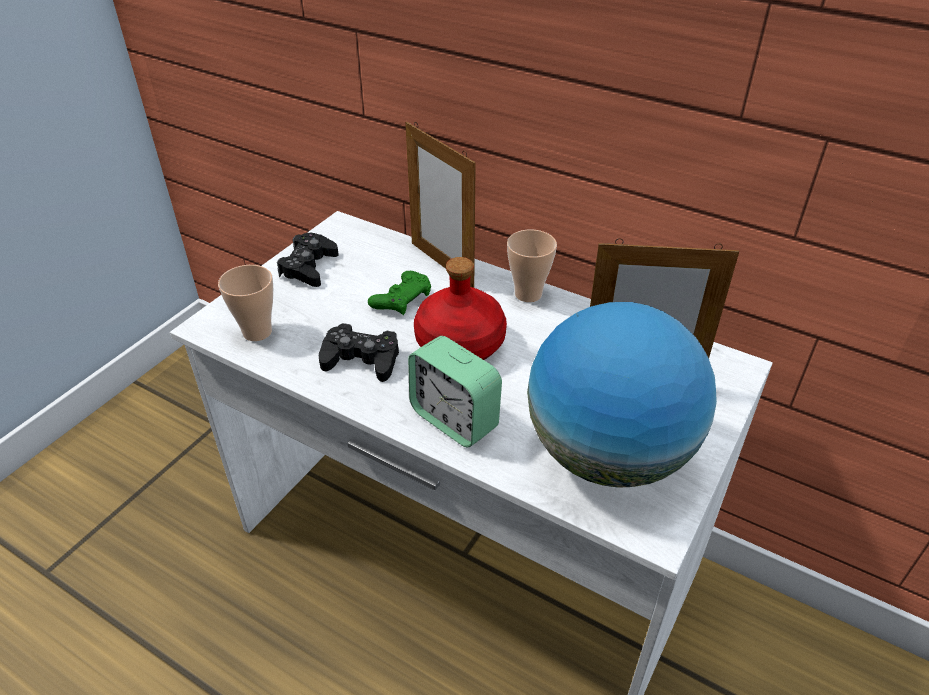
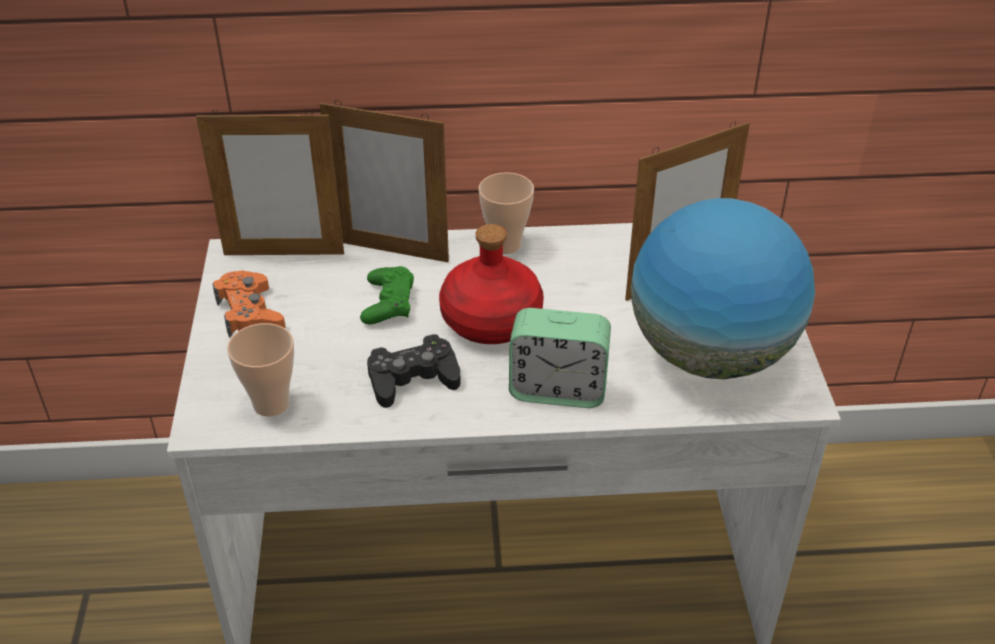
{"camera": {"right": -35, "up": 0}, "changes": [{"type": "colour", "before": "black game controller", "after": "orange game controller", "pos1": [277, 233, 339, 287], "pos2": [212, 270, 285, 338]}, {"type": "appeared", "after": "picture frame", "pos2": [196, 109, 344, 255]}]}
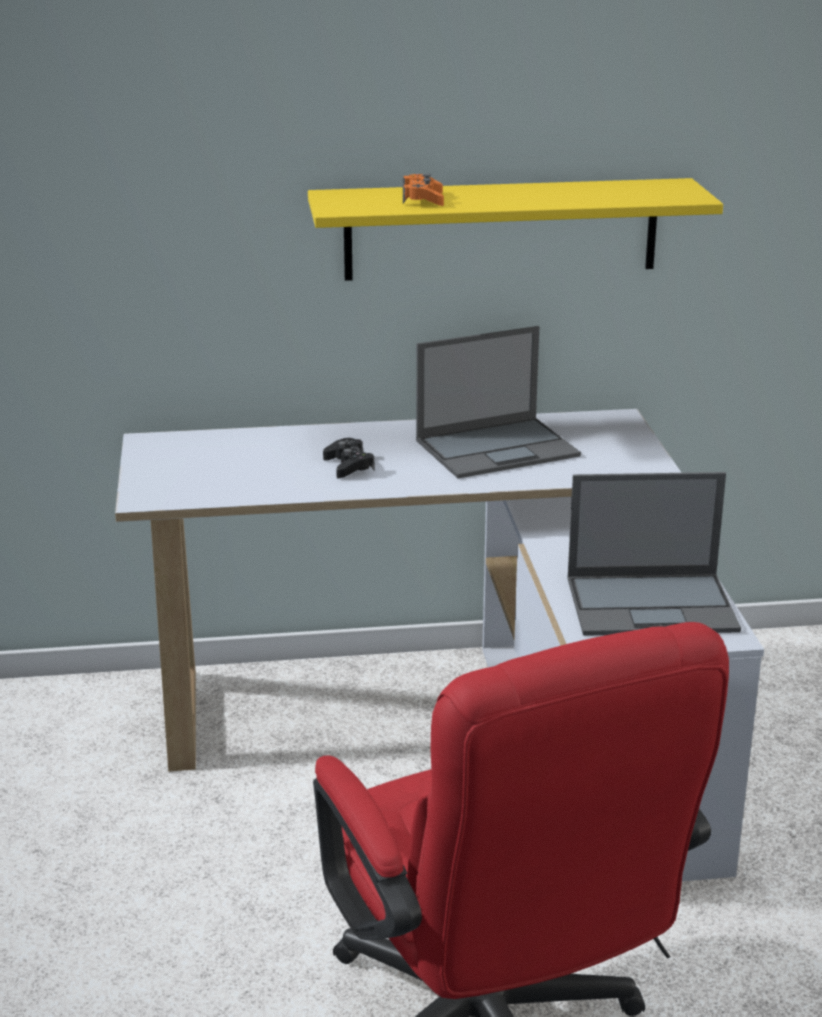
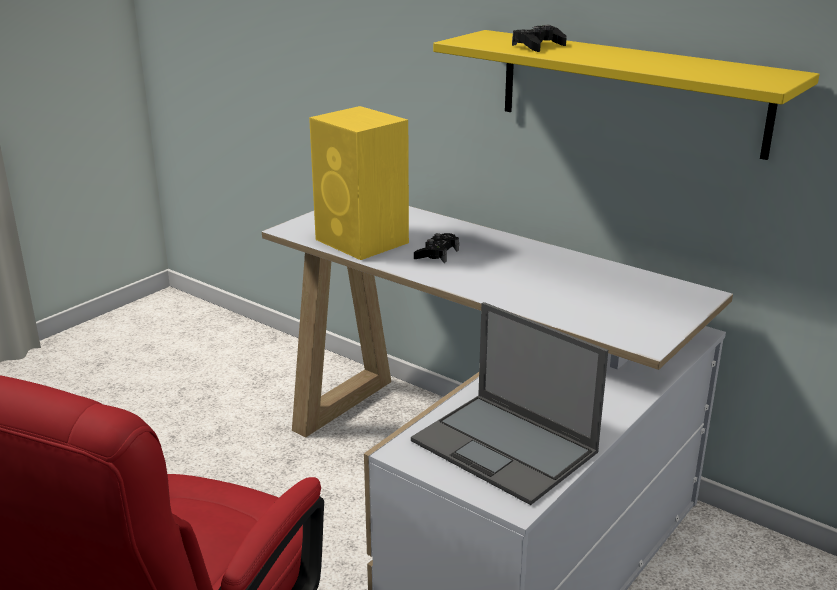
{"camera": {"right": 45, "up": 0}, "changes": [{"type": "colour", "before": "orange game controller", "after": "black game controller", "pos1": [403, 174, 444, 206], "pos2": [512, 25, 567, 52]}, {"type": "missing", "before": "laptop", "pos1": [416, 326, 581, 479]}, {"type": "appeared", "after": "yellow speaker", "pos2": [309, 106, 409, 260]}]}
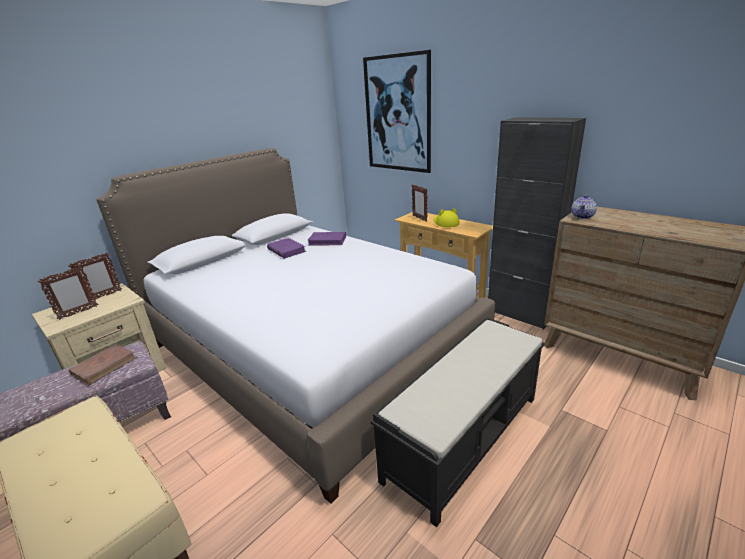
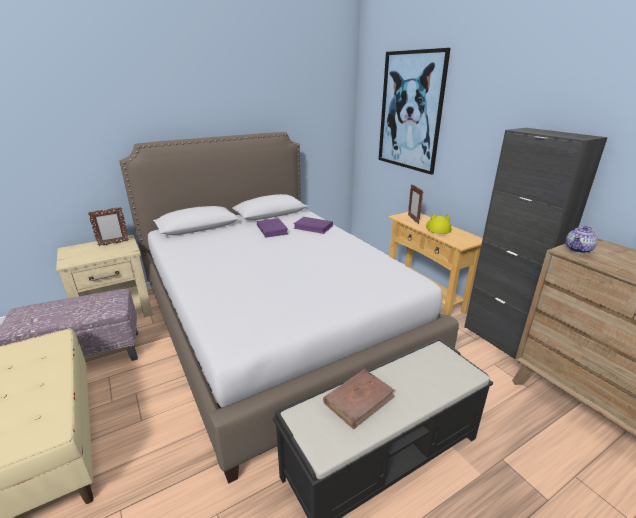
{"camera": {"right": 15, "up": 0}, "changes": [{"type": "missing", "before": "picture frame", "pos1": [38, 266, 98, 320]}, {"type": "relocated", "before": "brown book", "pos1": [68, 344, 137, 386], "pos2": [323, 369, 395, 429]}]}
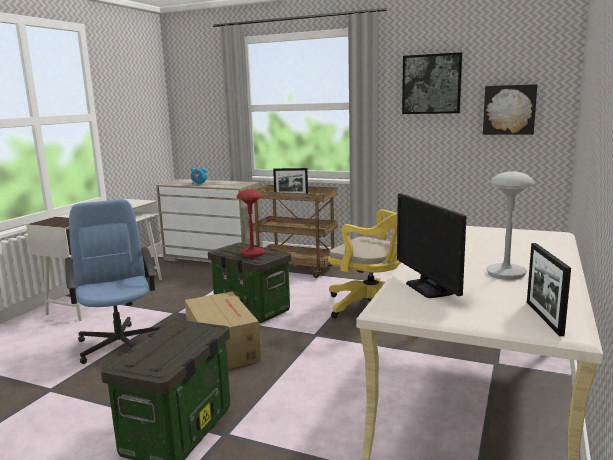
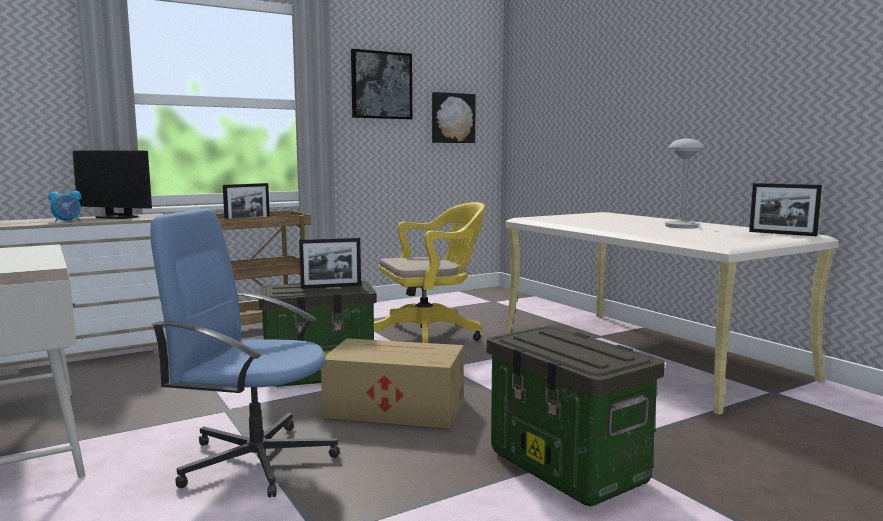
{"camera": {"right": -55, "up": -5}, "changes": [{"type": "exchanged", "before": "red table lamp", "after": "picture frame", "pos1": [236, 189, 265, 257], "pos2": [299, 238, 361, 289]}, {"type": "relocated", "before": "monitor", "pos1": [397, 193, 466, 298], "pos2": [72, 151, 152, 219]}]}
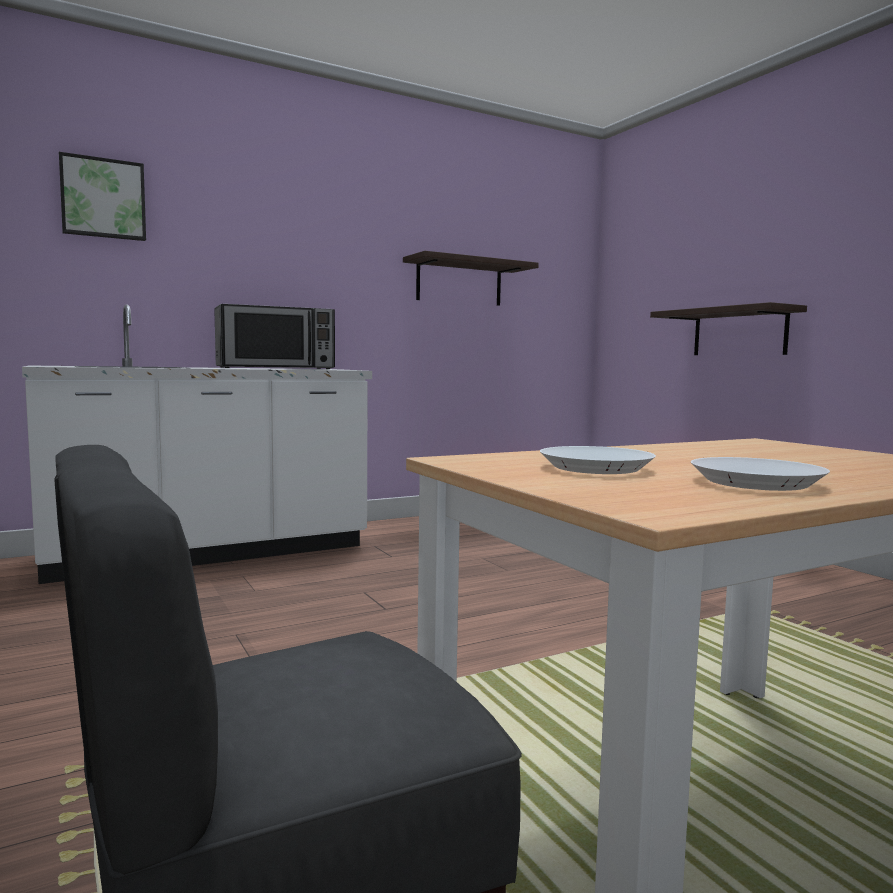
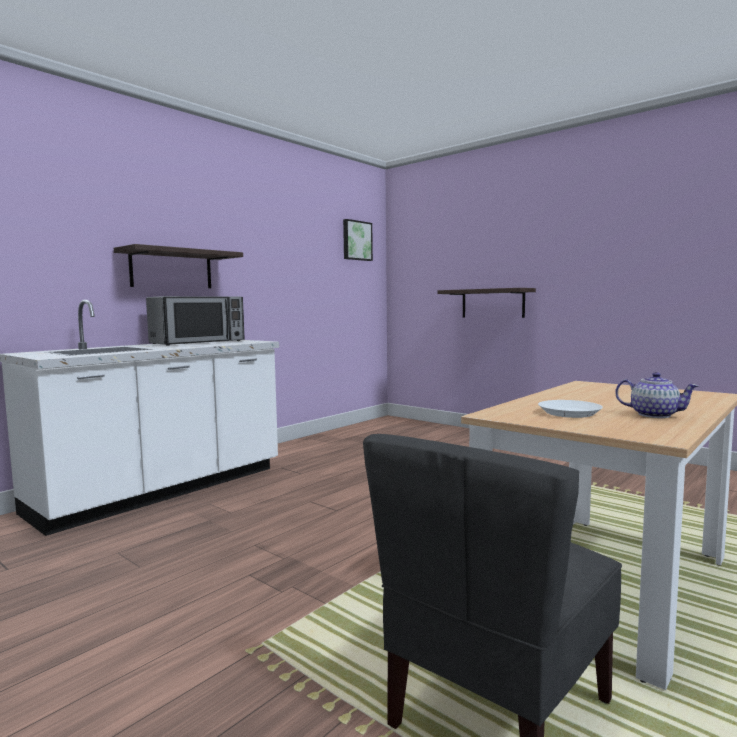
{"camera": {"right": -20, "up": 0}, "changes": [{"type": "relocated", "before": "picture", "pos1": [59, 152, 146, 241], "pos2": [343, 219, 373, 261]}, {"type": "relocated", "before": "shelf", "pos1": [403, 251, 539, 306], "pos2": [114, 244, 243, 288]}, {"type": "exchanged", "before": "white plate", "after": "teapot", "pos1": [691, 457, 830, 491], "pos2": [615, 372, 699, 418]}]}
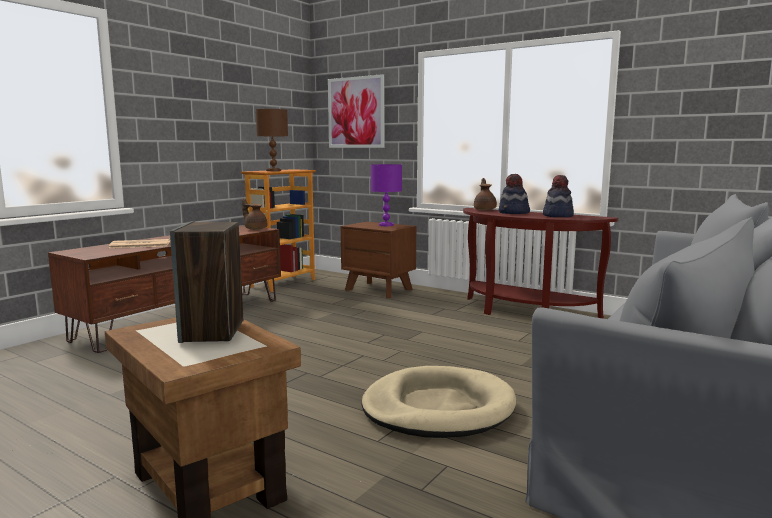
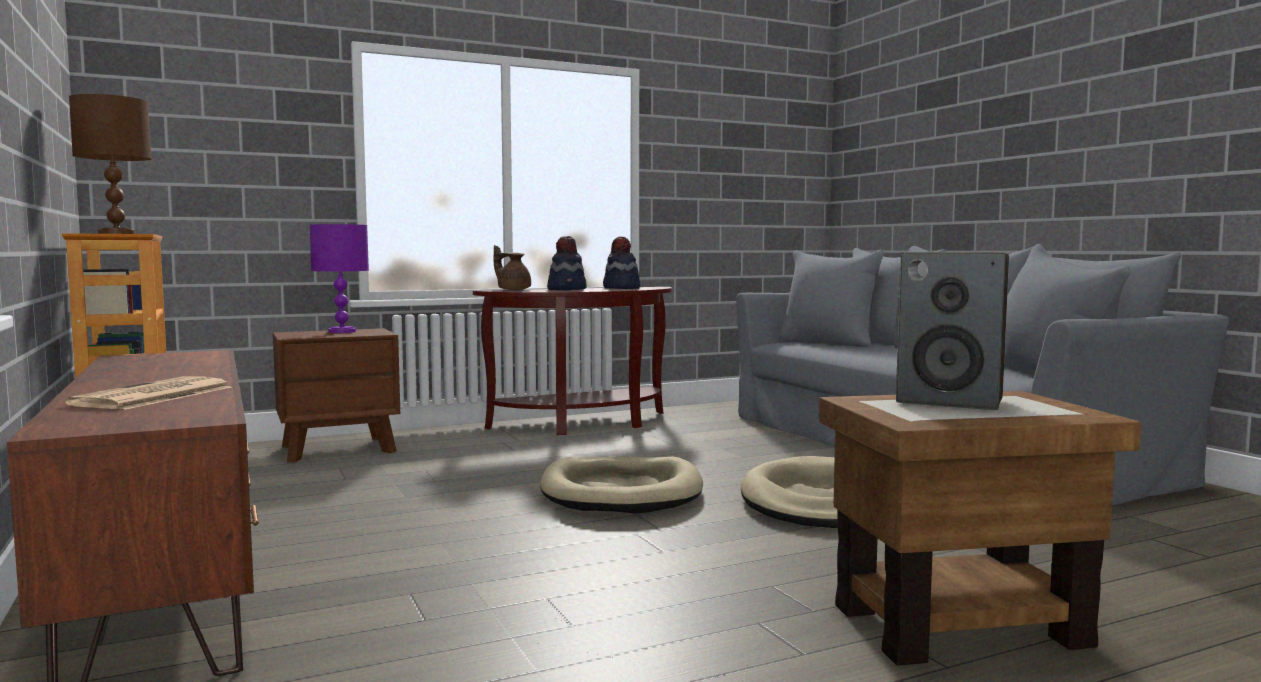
{"camera": {"right": -60, "up": -5}, "changes": [{"type": "missing", "before": "picture", "pos1": [328, 74, 384, 148]}, {"type": "missing", "before": "brown teapot", "pos1": [242, 198, 268, 230]}, {"type": "appeared", "after": "beige dog bed", "pos2": [540, 456, 703, 514]}]}
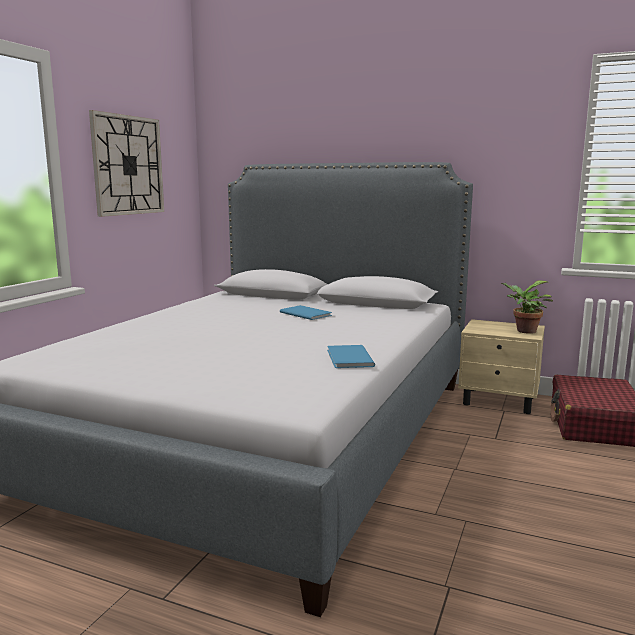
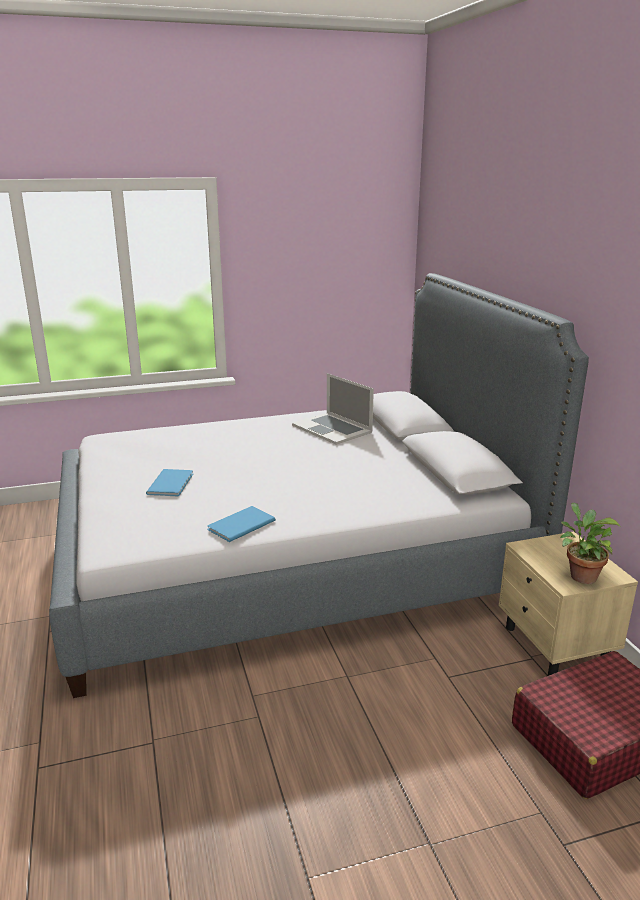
{"camera": {"right": 50, "up": 10}, "changes": [{"type": "missing", "before": "wall clock", "pos1": [89, 110, 164, 217]}, {"type": "relocated", "before": "blue book", "pos1": [280, 305, 332, 320], "pos2": [146, 469, 193, 496]}, {"type": "appeared", "after": "laptop", "pos2": [292, 373, 374, 445]}]}
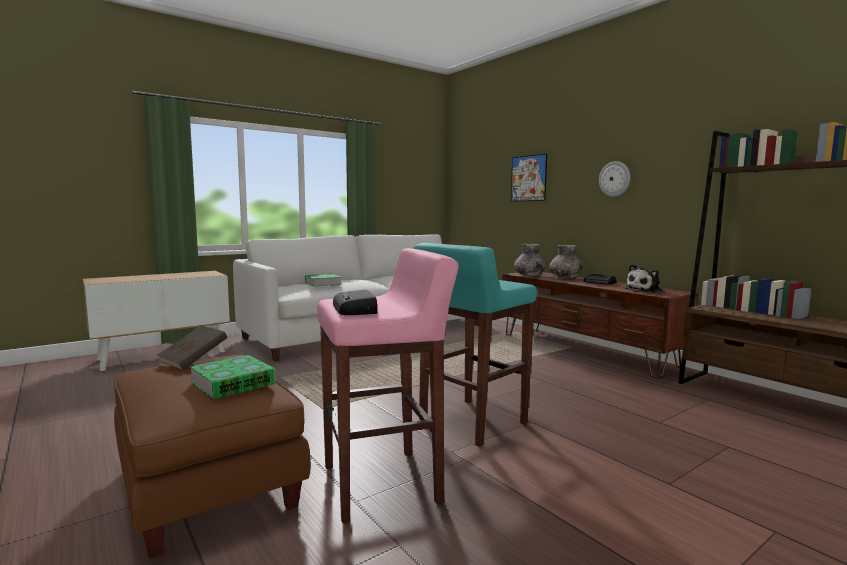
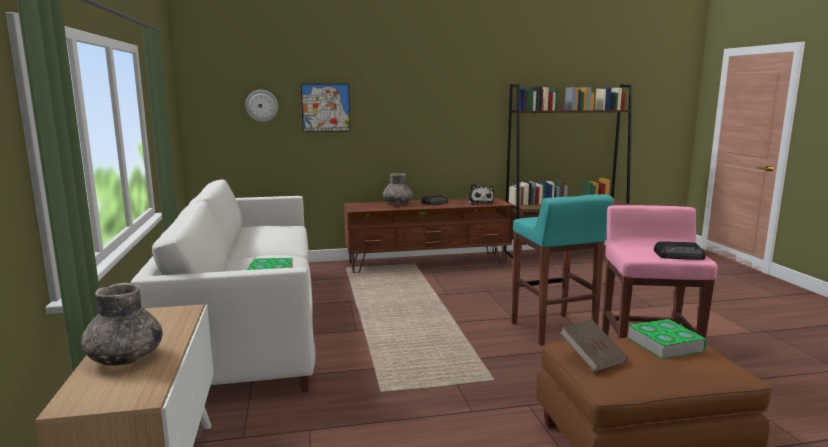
{"camera": {"right": -65, "up": 5}, "changes": [{"type": "relocated", "before": "wall clock", "pos1": [599, 161, 630, 197], "pos2": [245, 90, 278, 122]}, {"type": "relocated", "before": "grey vase", "pos1": [514, 244, 546, 276], "pos2": [81, 283, 163, 366]}]}
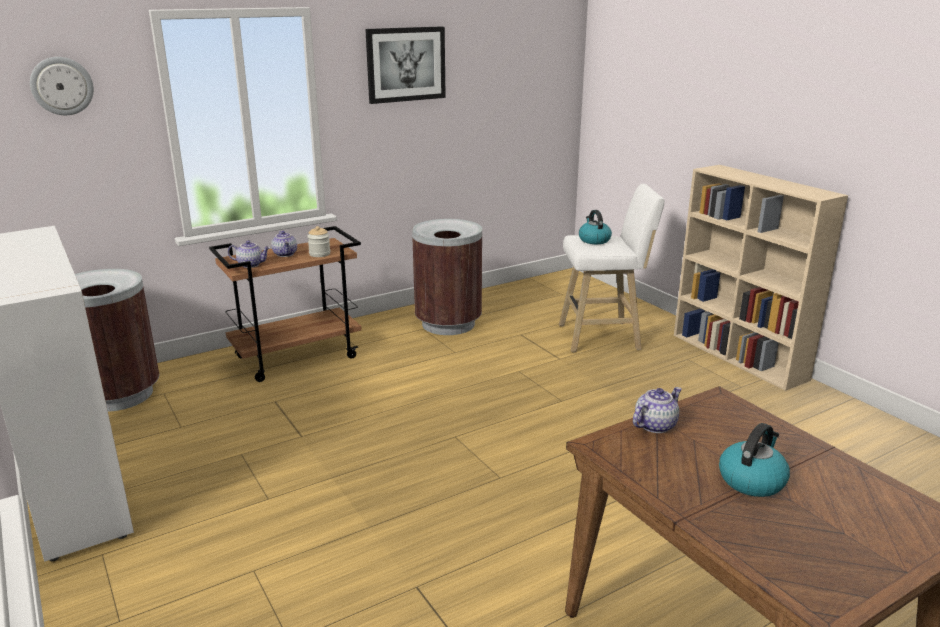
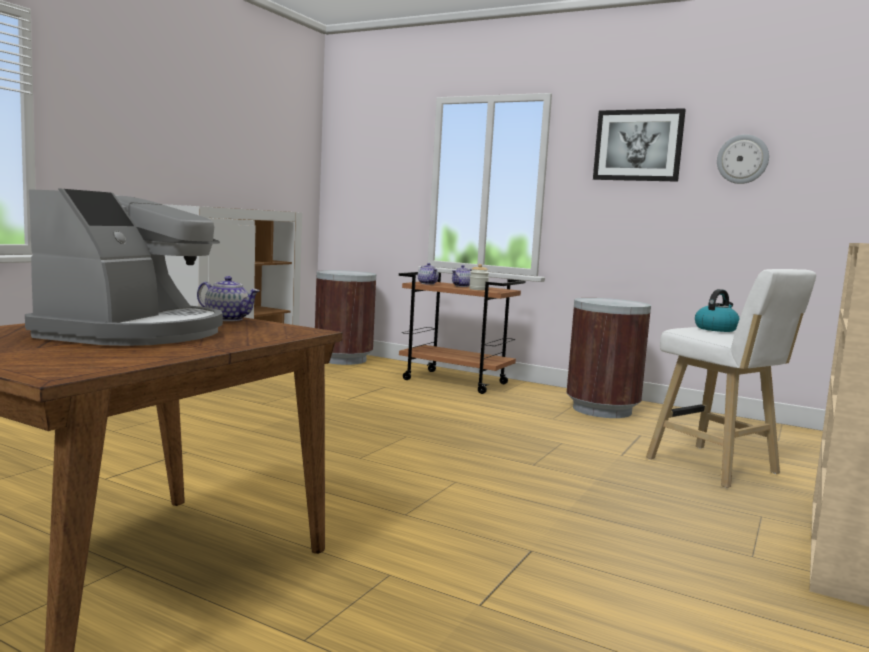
{"camera": {"right": 60, "up": -15}, "changes": [{"type": "relocated", "before": "wall clock", "pos1": [30, 57, 94, 115], "pos2": [717, 134, 769, 184]}, {"type": "exchanged", "before": "kettle", "after": "coffee machine", "pos1": [719, 423, 790, 497], "pos2": [25, 188, 223, 346]}]}
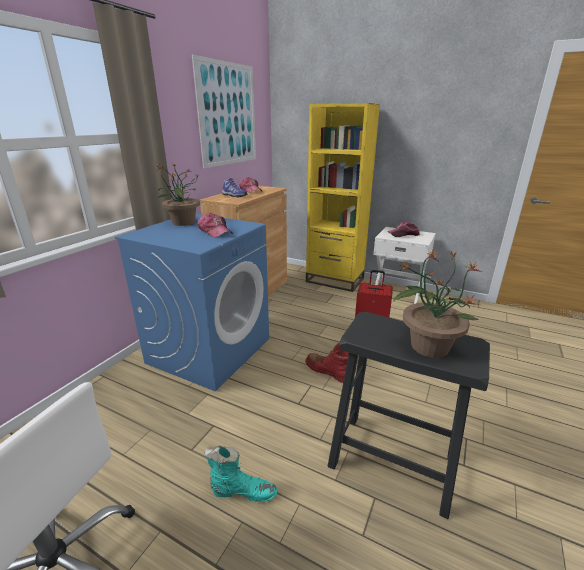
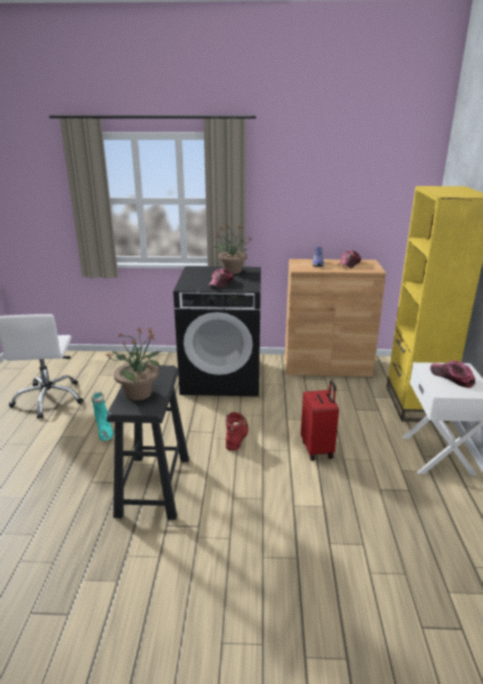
{"camera": {"right": 65, "up": 0}, "changes": [{"type": "missing", "before": "picture", "pos1": [192, 55, 256, 168]}, {"type": "colour", "before": "blue washing machine", "after": "black washing machine", "pos1": [115, 214, 269, 391], "pos2": [173, 266, 261, 397]}]}
